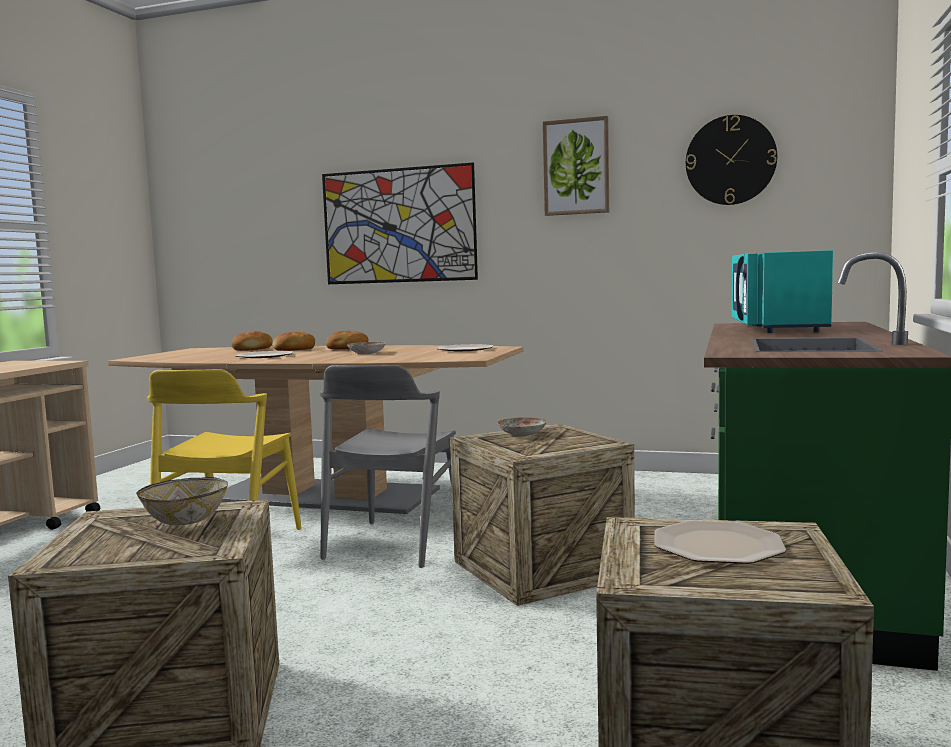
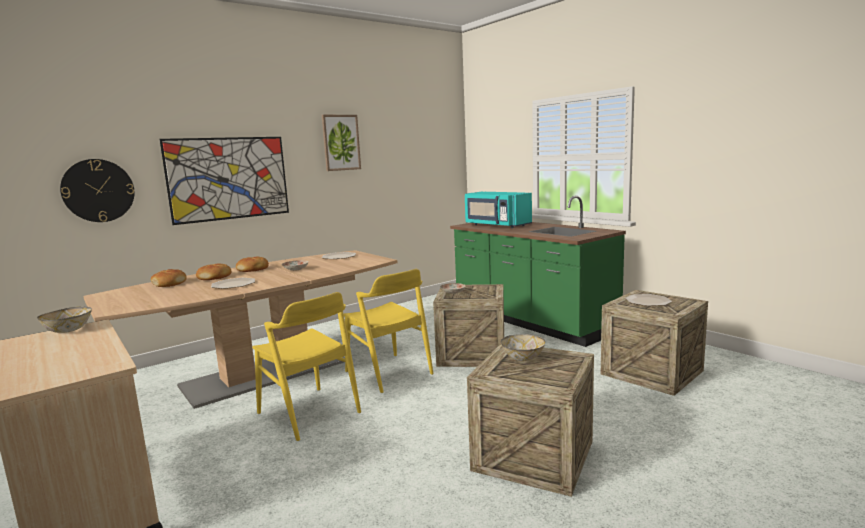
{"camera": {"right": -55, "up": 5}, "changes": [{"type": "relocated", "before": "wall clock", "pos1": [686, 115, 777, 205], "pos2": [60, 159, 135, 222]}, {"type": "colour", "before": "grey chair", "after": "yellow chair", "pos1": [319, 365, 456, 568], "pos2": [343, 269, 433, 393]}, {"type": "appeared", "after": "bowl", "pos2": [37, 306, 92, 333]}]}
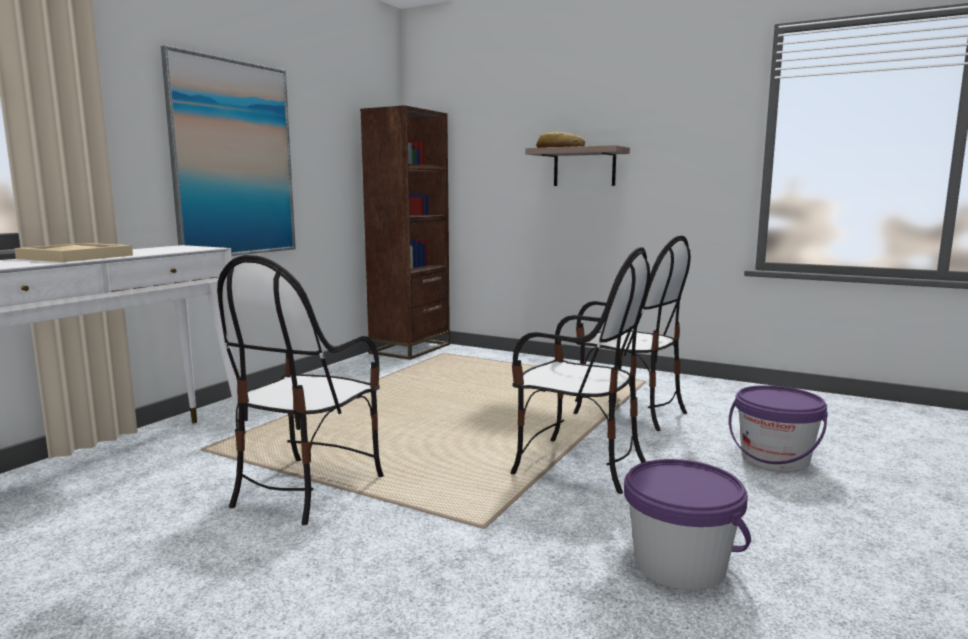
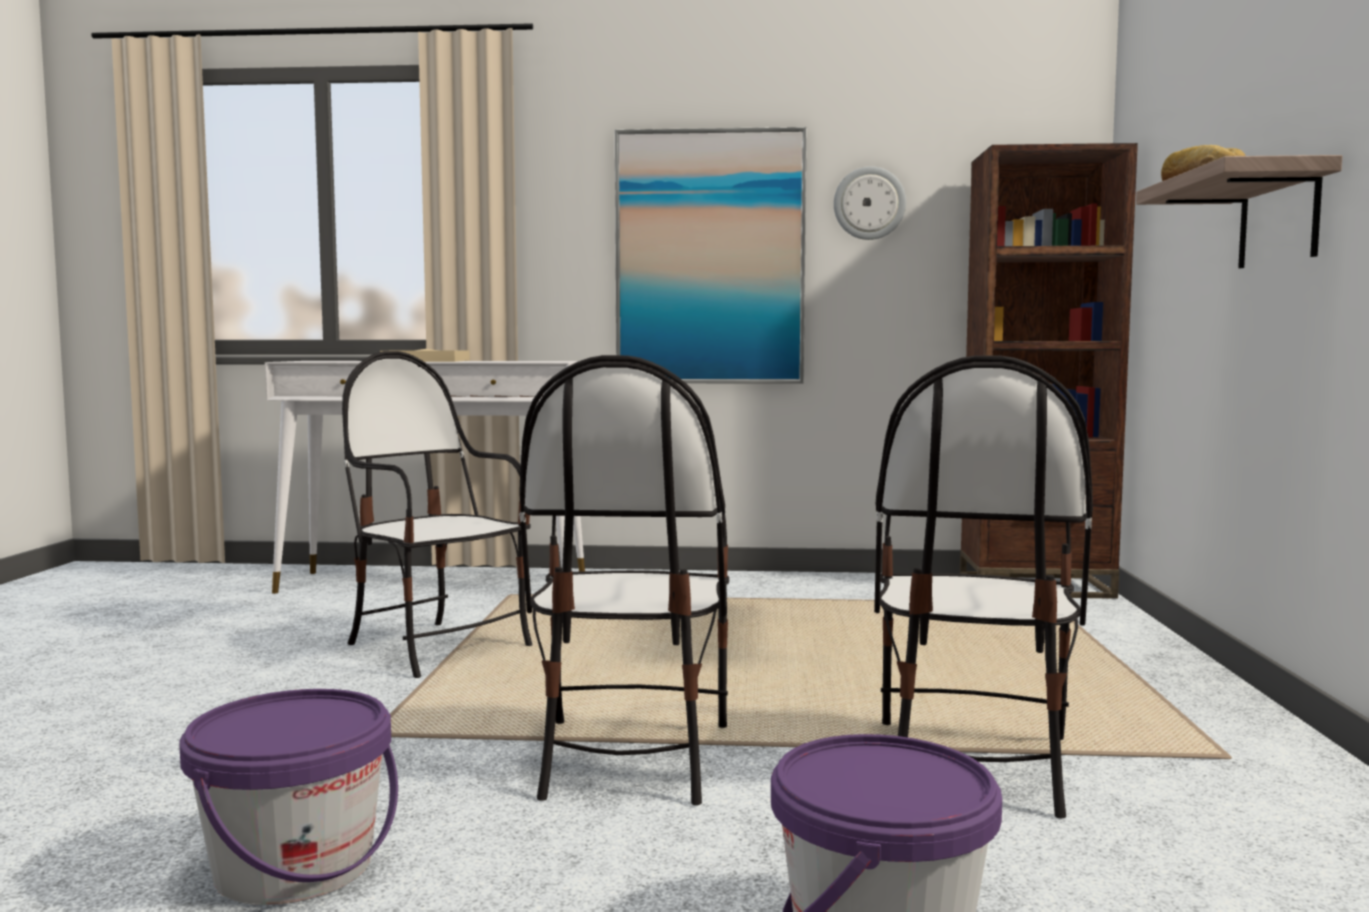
{"camera": {"right": 65, "up": -5}, "changes": [{"type": "spun", "before": "chair", "pos1": [217, 255, 384, 525], "pos2": [342, 351, 532, 678], "turn": 45}, {"type": "appeared", "after": "wall clock", "pos2": [834, 166, 906, 240]}]}
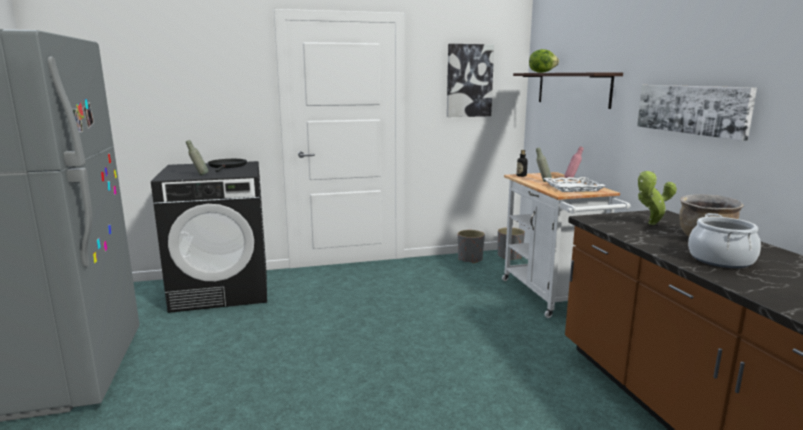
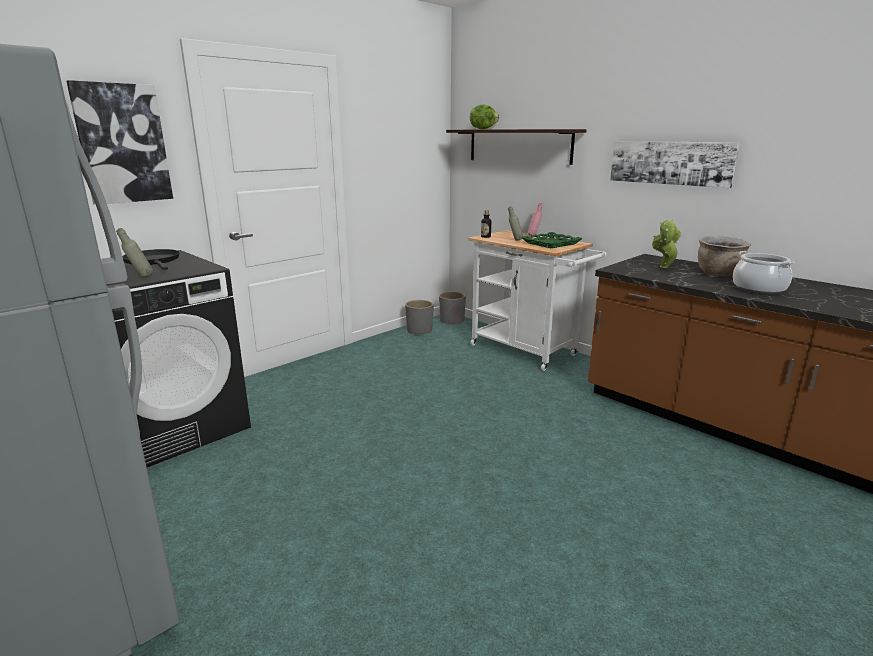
{"camera": {"right": -30, "up": 5}, "changes": [{"type": "relocated", "before": "picture", "pos1": [447, 44, 494, 117], "pos2": [66, 80, 173, 205]}, {"type": "colour", "before": "white tray", "after": "green tray", "pos1": [544, 177, 605, 192], "pos2": [521, 232, 583, 248]}]}
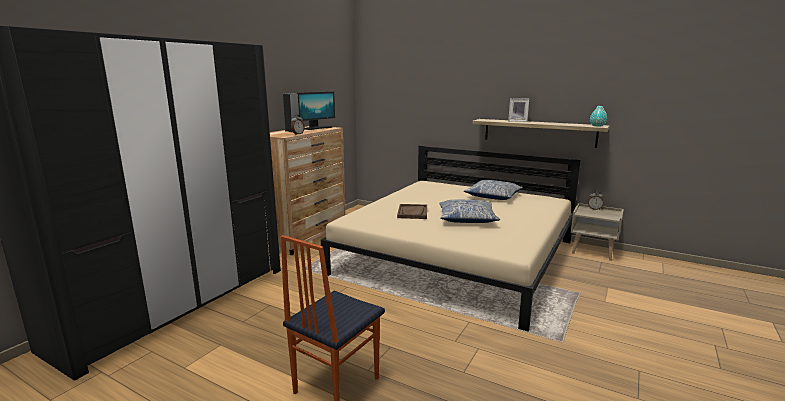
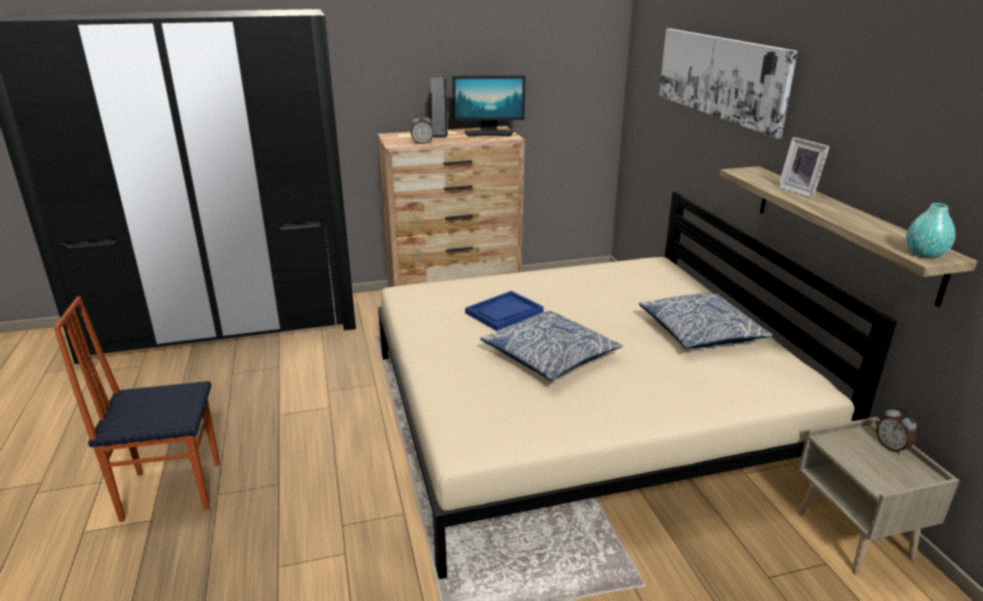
{"camera": {"right": 45, "up": 10}, "changes": [{"type": "colour", "before": "brown tray", "after": "blue tray", "pos1": [397, 204, 427, 219], "pos2": [465, 291, 544, 331]}, {"type": "appeared", "after": "picture", "pos2": [659, 29, 798, 138]}]}
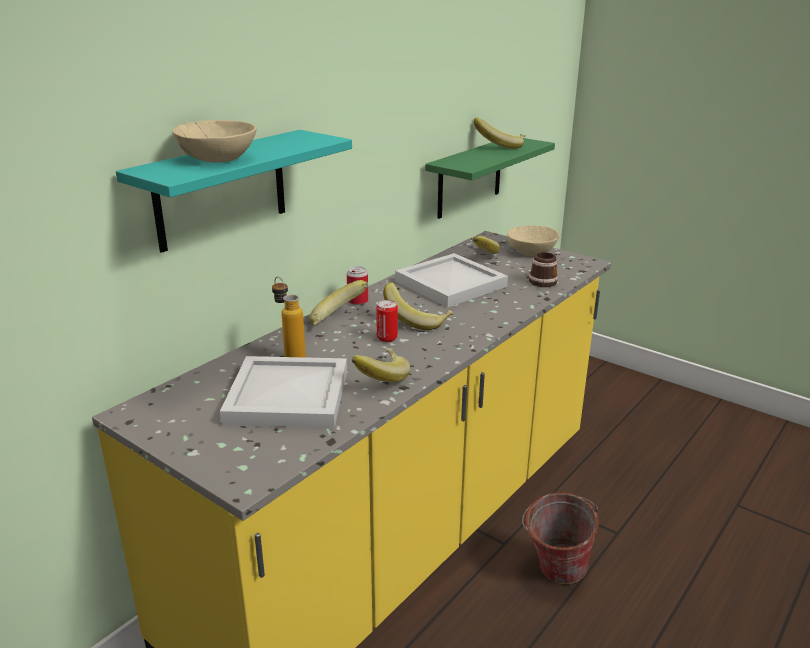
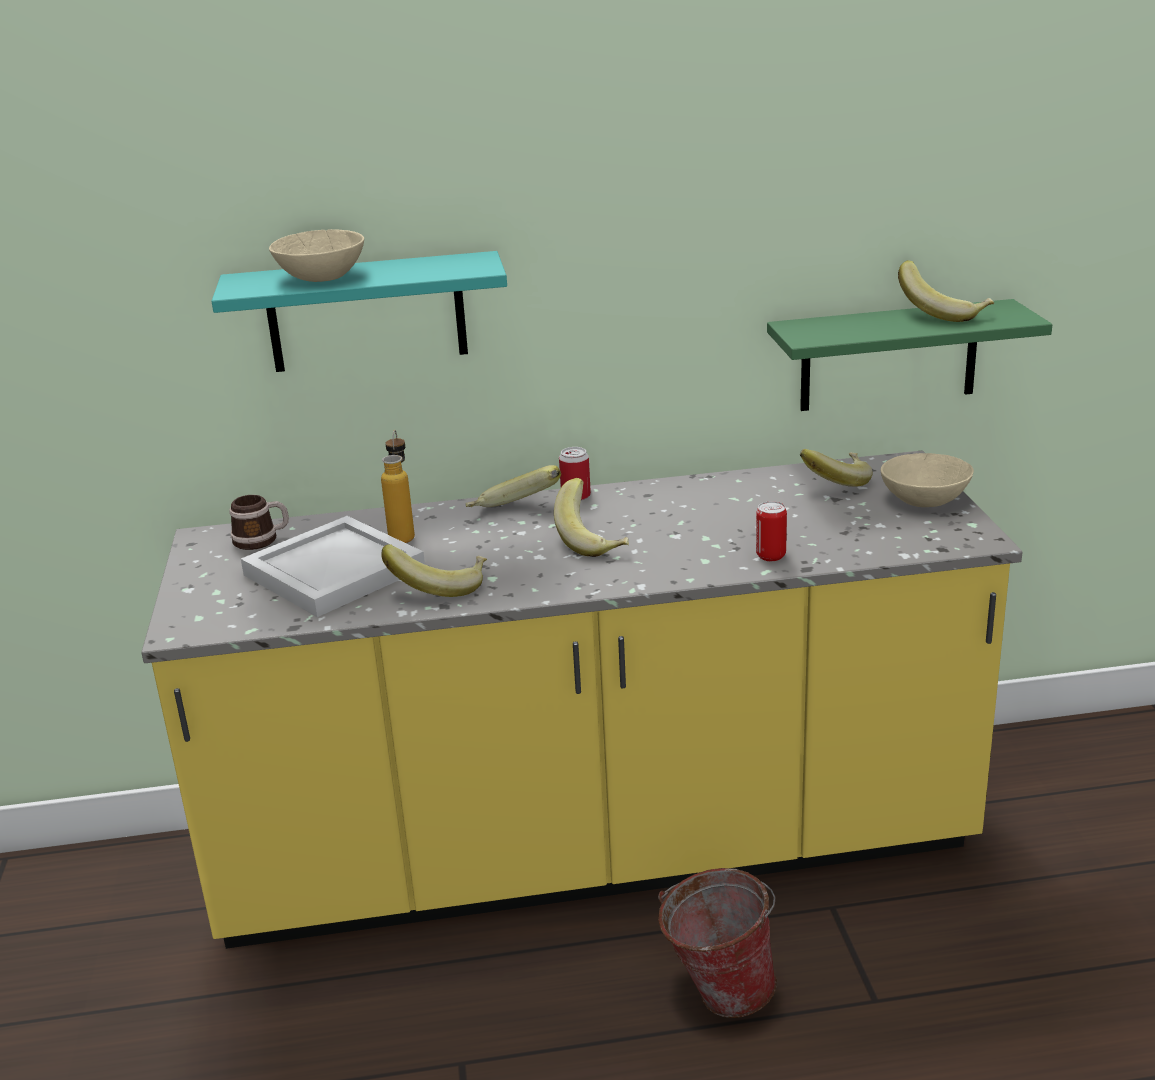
{"camera": {"right": 45, "up": 0}, "changes": [{"type": "relocated", "before": "mug", "pos1": [529, 252, 558, 287], "pos2": [229, 495, 289, 550]}, {"type": "missing", "before": "white tray", "pos1": [395, 253, 508, 307]}, {"type": "relocated", "before": "can", "pos1": [376, 300, 398, 342], "pos2": [756, 501, 787, 561]}]}
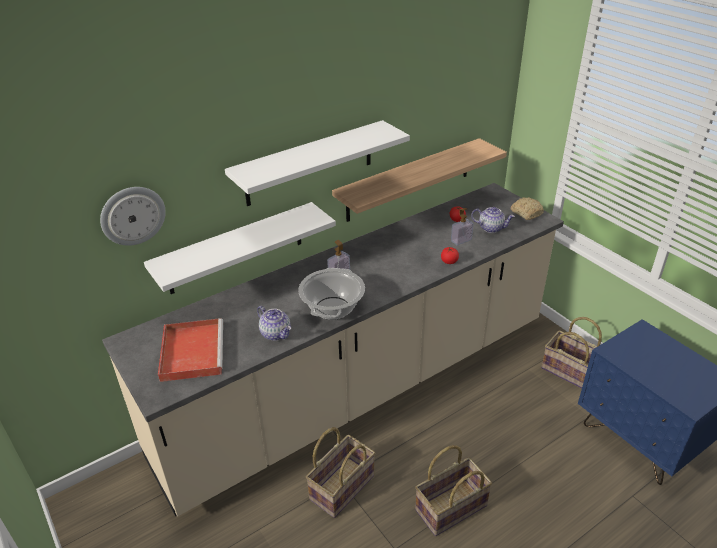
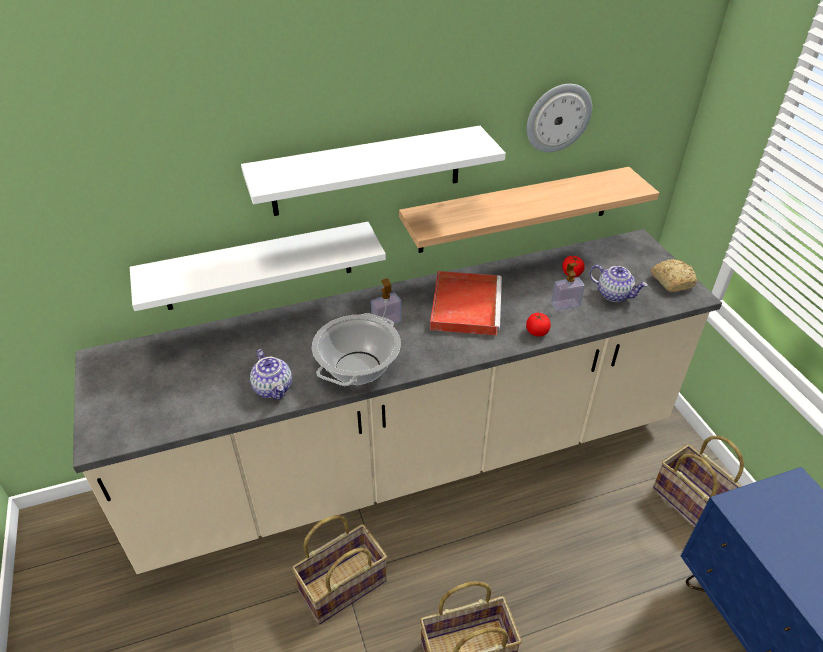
{"camera": {"right": 15, "up": 5}, "changes": [{"type": "relocated", "before": "wall clock", "pos1": [100, 187, 166, 246], "pos2": [526, 84, 592, 152]}, {"type": "relocated", "before": "red tray", "pos1": [158, 318, 223, 382], "pos2": [430, 271, 502, 336]}]}
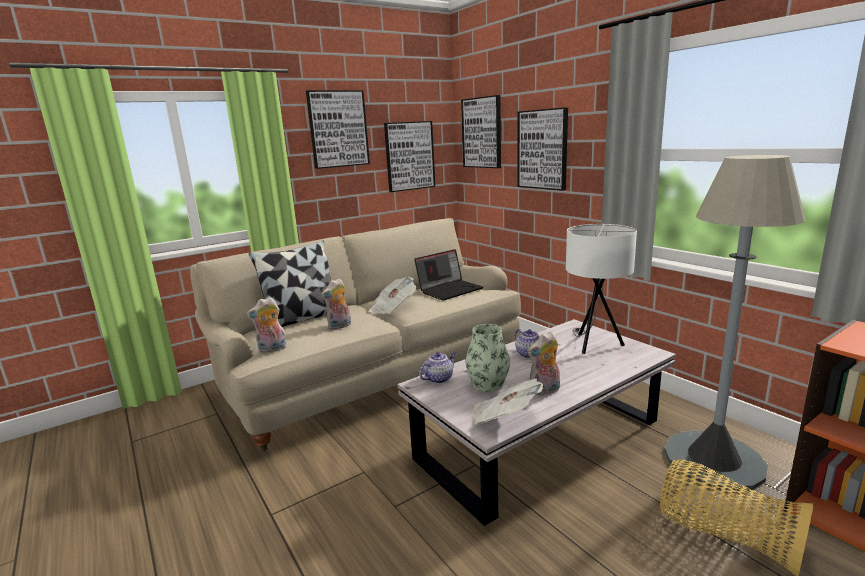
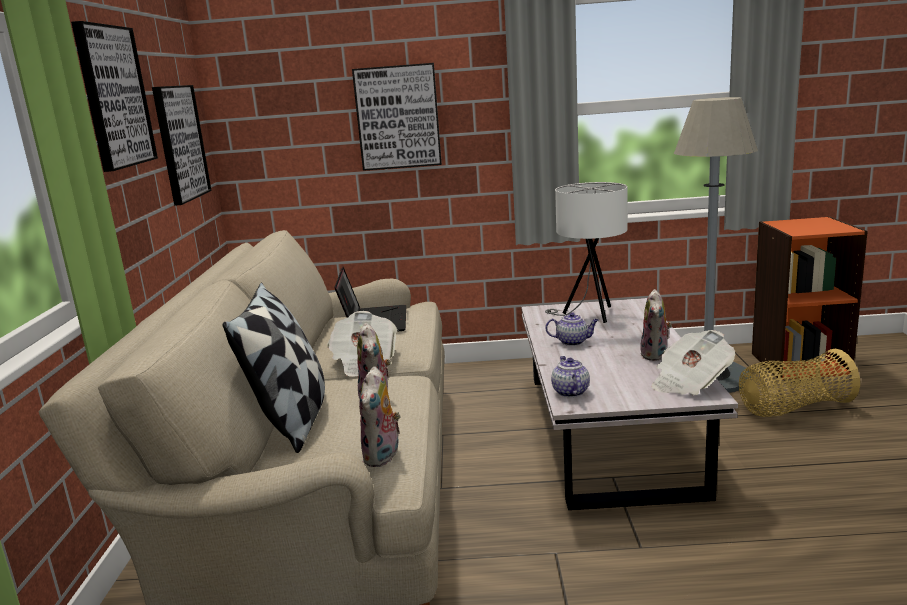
{"camera": {"right": -55, "up": 0}, "changes": [{"type": "missing", "before": "picture", "pos1": [461, 95, 501, 168]}, {"type": "missing", "before": "vase", "pos1": [465, 324, 510, 392]}]}
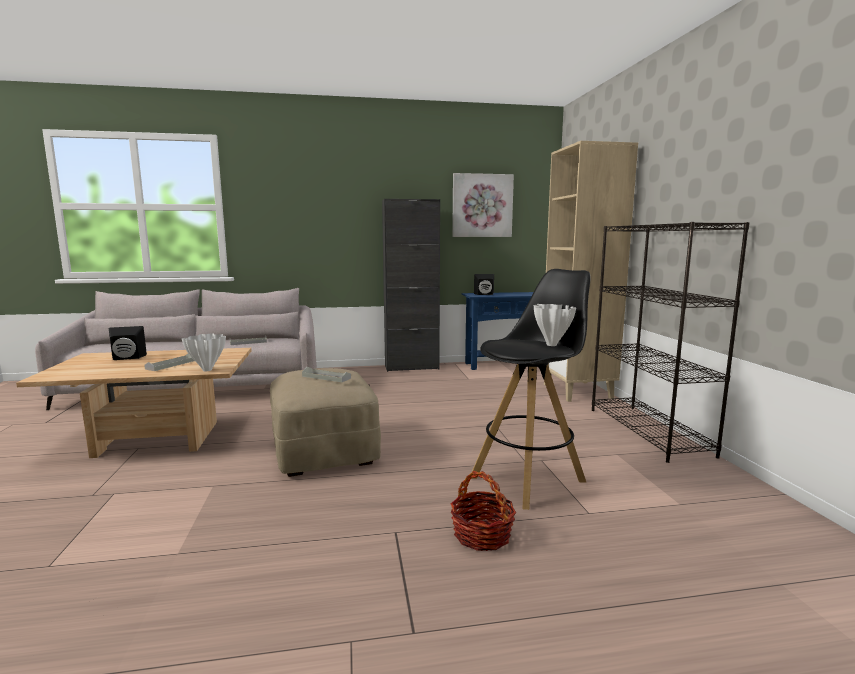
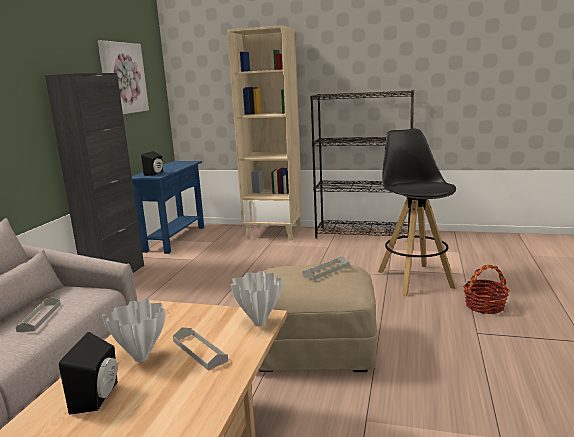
{"camera": {"right": -65, "up": 5}, "changes": [{"type": "relocated", "before": "white vase", "pos1": [534, 304, 576, 346], "pos2": [102, 299, 166, 362]}]}
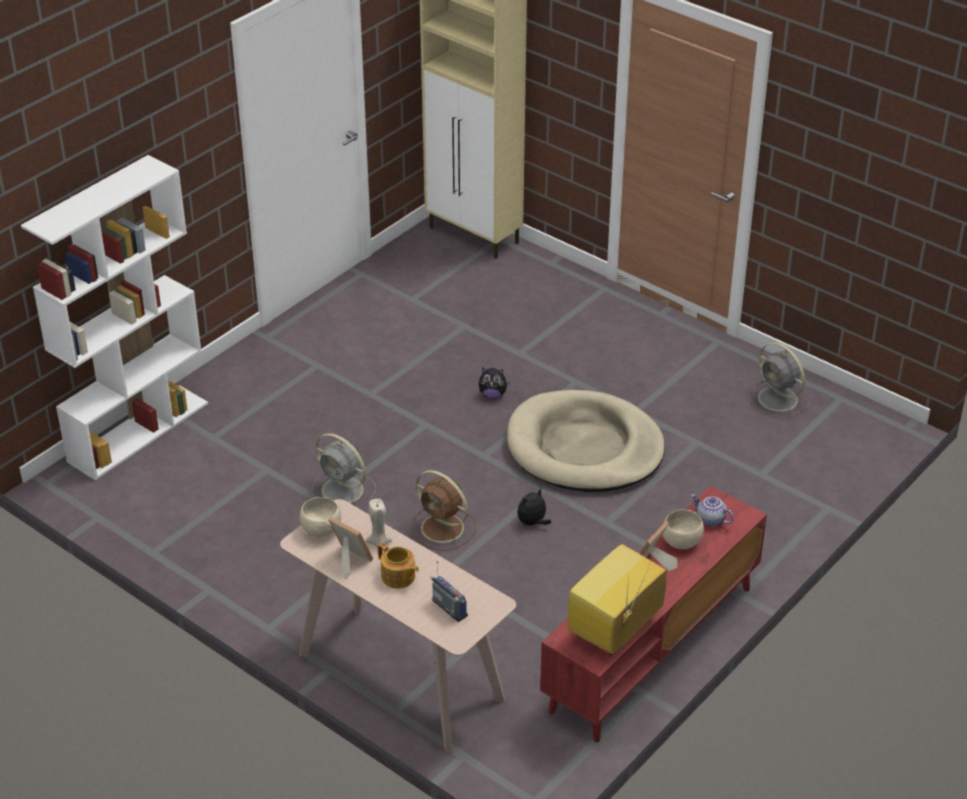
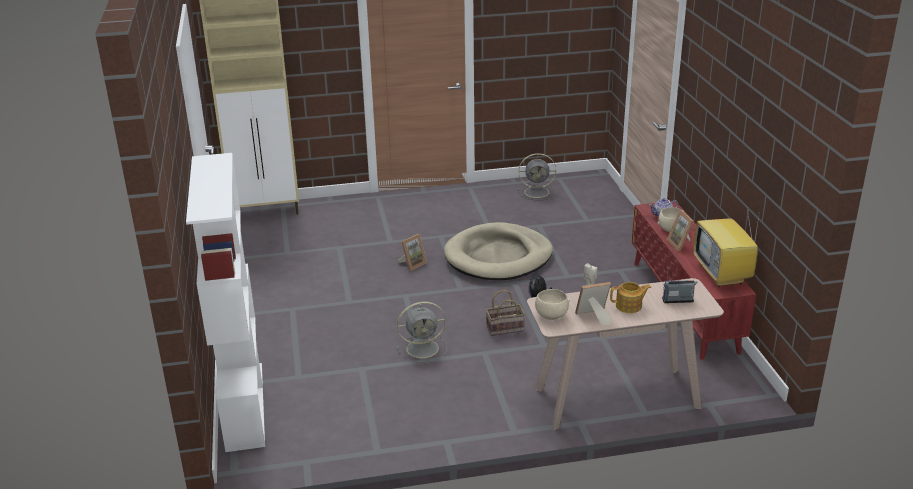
{"camera": {"right": -50, "up": -10}, "changes": [{"type": "exchanged", "before": "plush toy", "after": "picture frame", "pos1": [479, 368, 510, 398], "pos2": [398, 234, 427, 271]}, {"type": "exchanged", "before": "brown fan", "after": "basket", "pos1": [411, 470, 476, 550], "pos2": [486, 290, 525, 336]}]}
